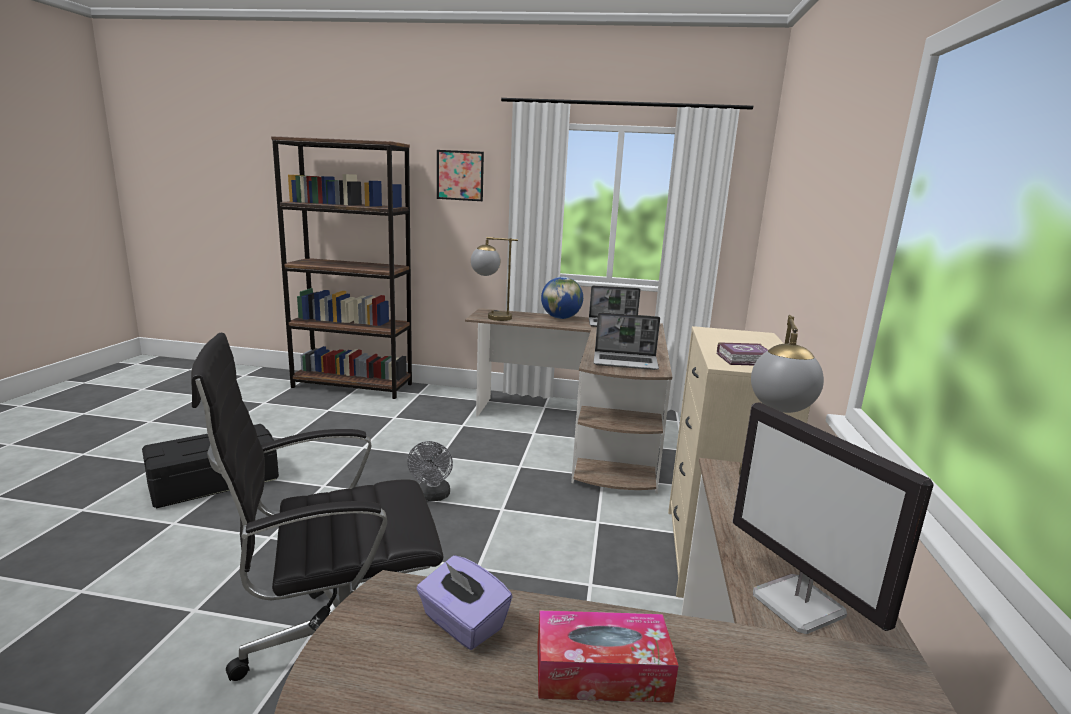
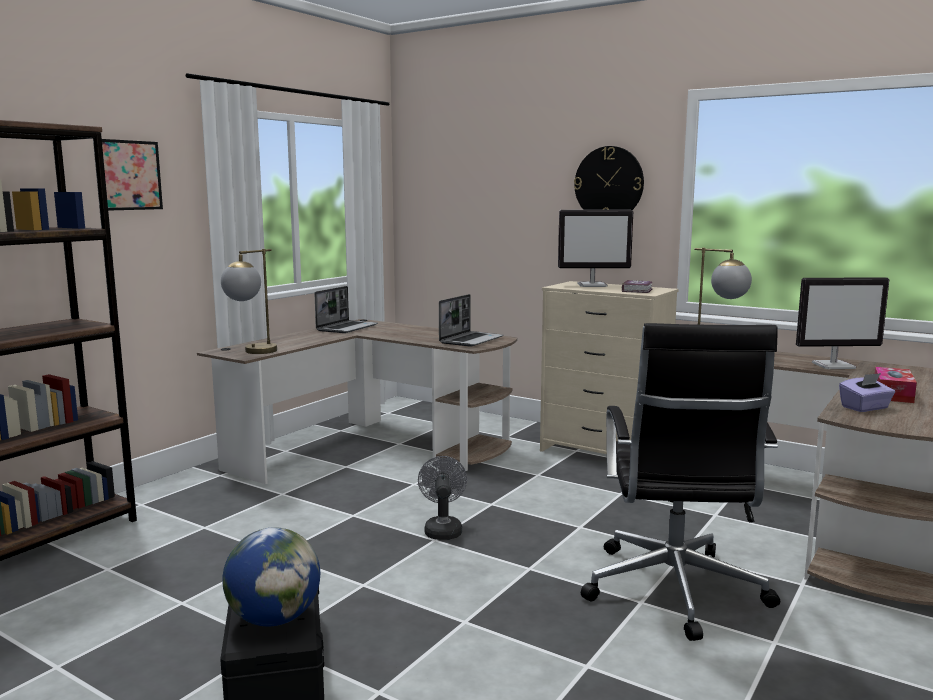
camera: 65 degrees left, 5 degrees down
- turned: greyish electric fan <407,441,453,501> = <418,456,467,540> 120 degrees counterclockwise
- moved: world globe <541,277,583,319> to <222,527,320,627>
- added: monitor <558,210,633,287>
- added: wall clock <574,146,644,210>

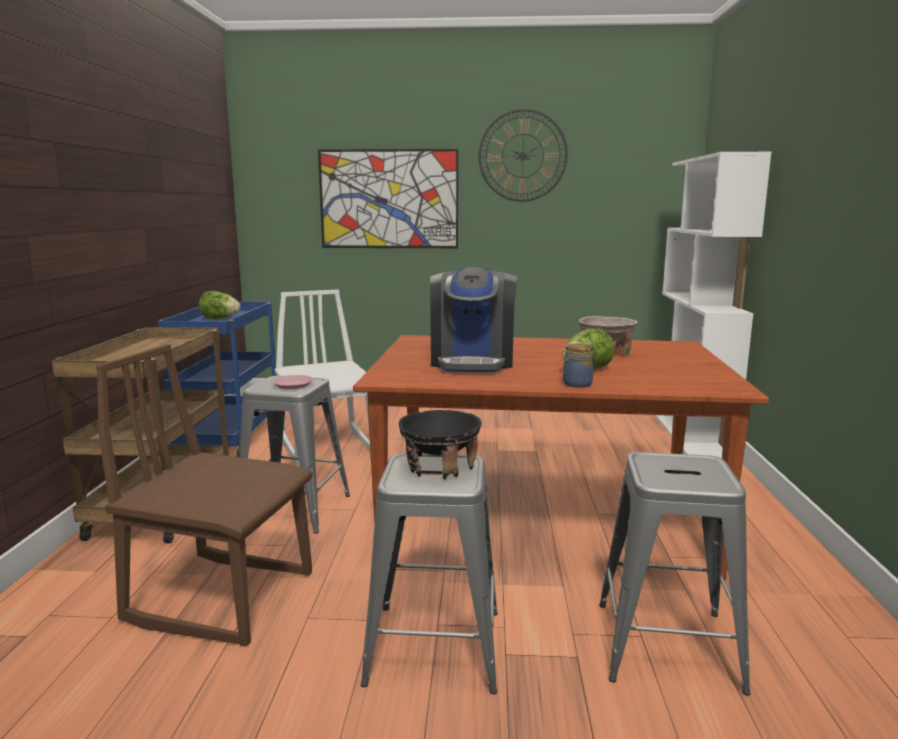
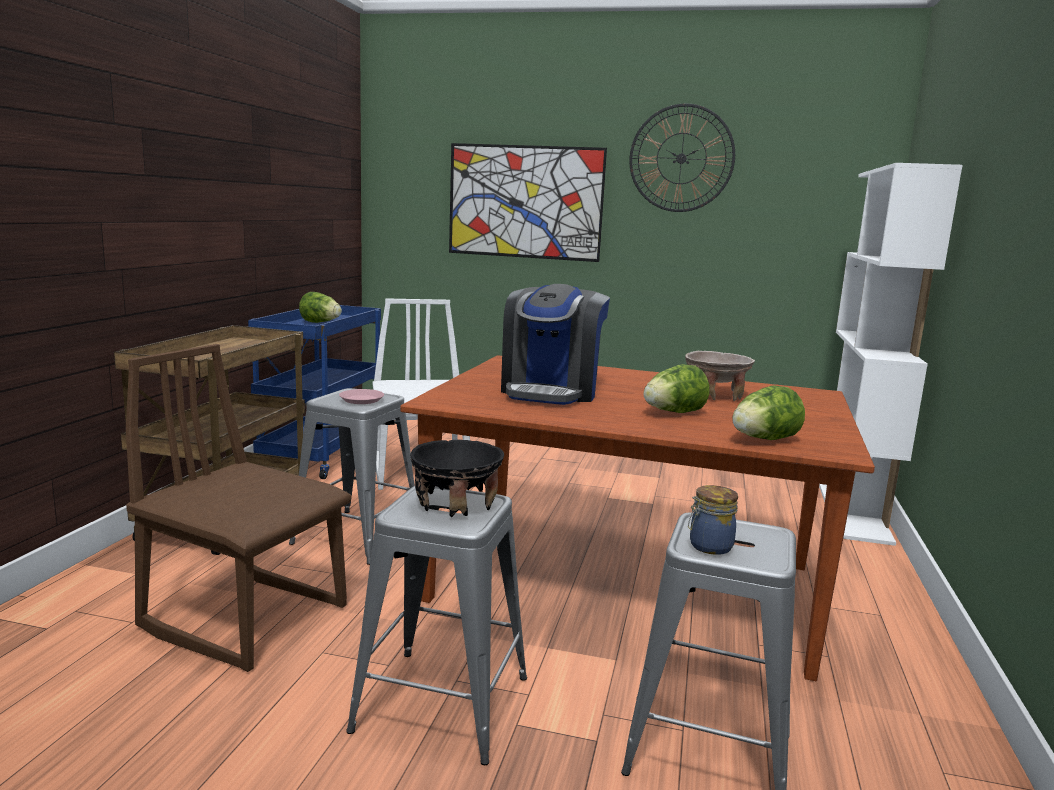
camera: 10 degrees right, 0 degrees up
- moved: storage jar <562,343,593,388> to <688,485,738,555>
- added: lettuce <732,386,805,440>

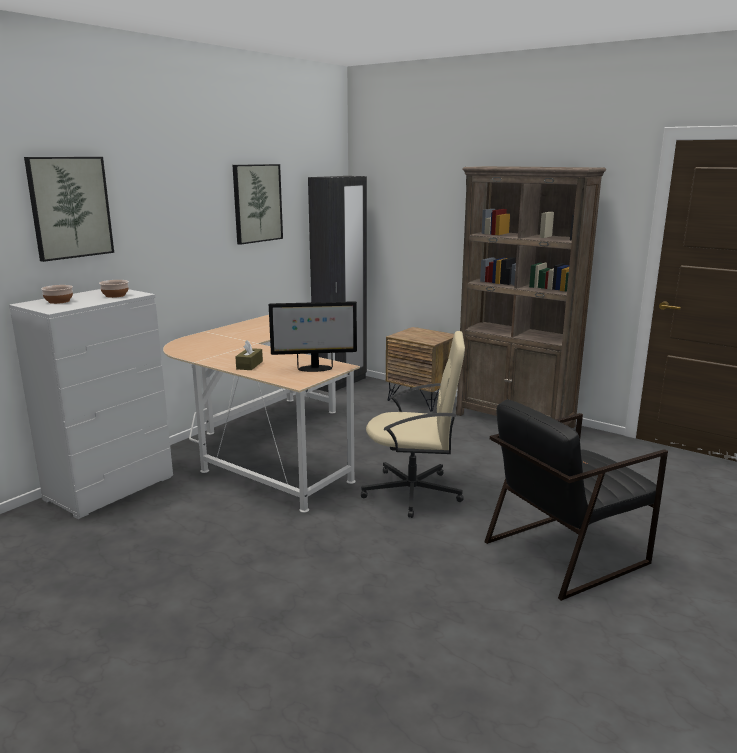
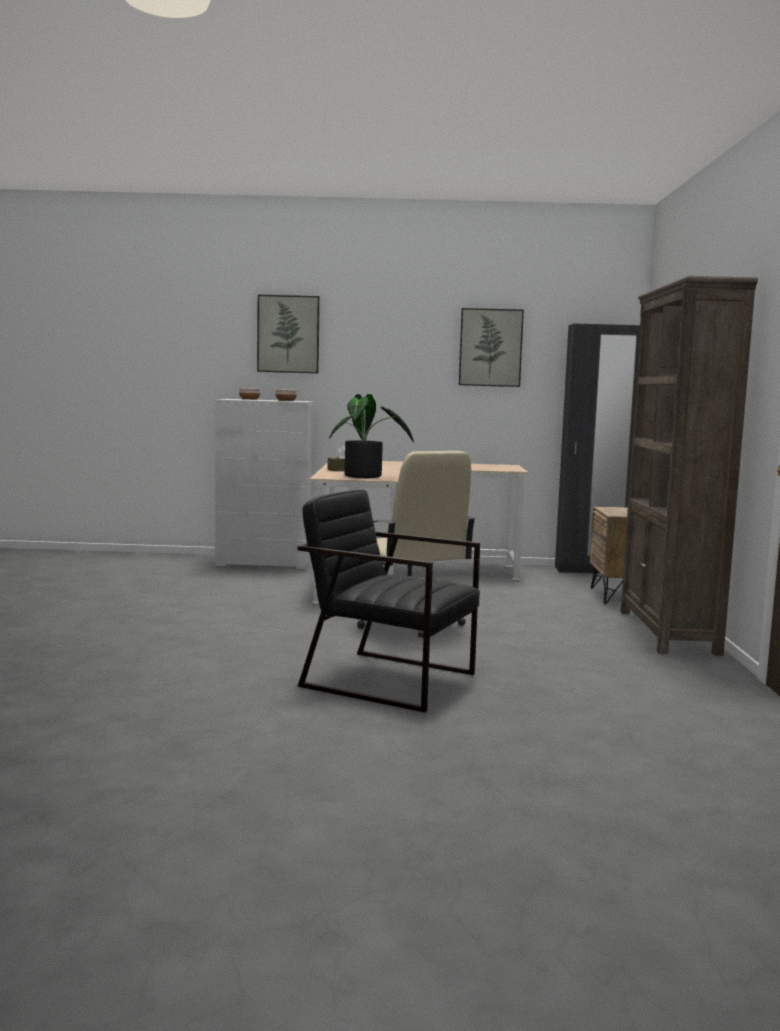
camera: 55 degrees right, 10 degrees down
- replaced: monitor <269,301,357,372> to houseplant <329,394,414,478>

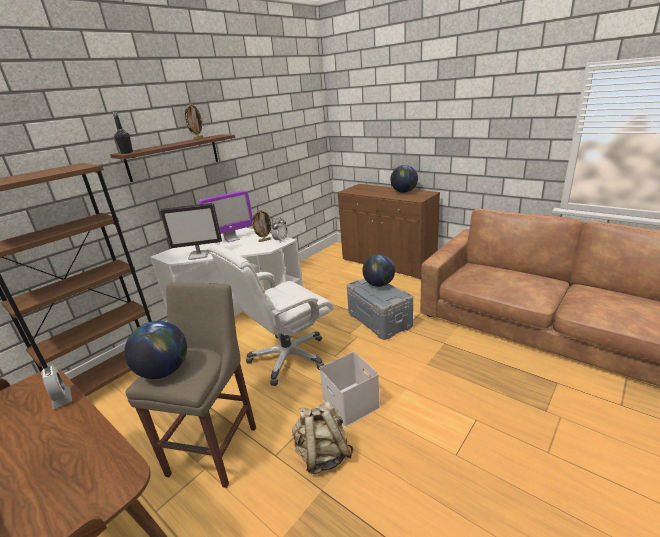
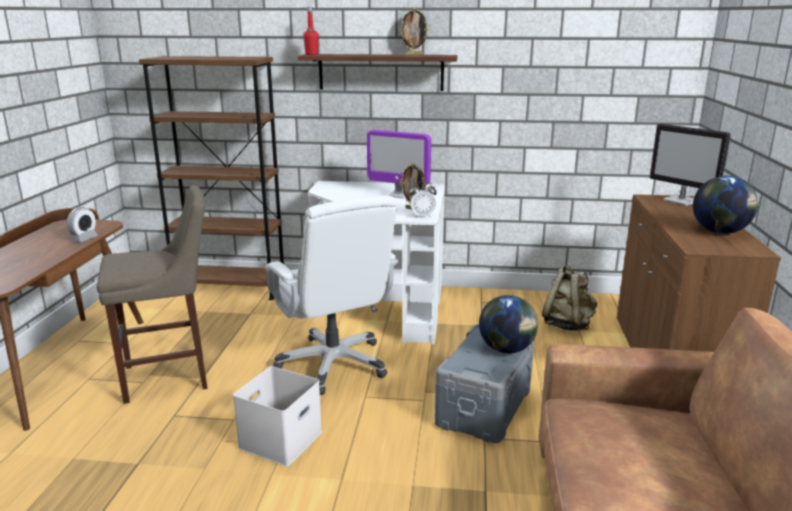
camera: 55 degrees right, 5 degrees down
- recoloured: black-coloured beverage bottle <112,111,133,154> to red-coloured beverage bottle <303,7,319,55>
- removed: world globe <124,321,187,379>
- moved: monitor <160,203,222,260> to <650,124,731,205>
- turned: whitish desk chair <209,244,334,386> = <266,195,399,395> 135 degrees counterclockwise
- moved: beige-coloured knapsack <292,401,354,474> to <542,265,597,331>

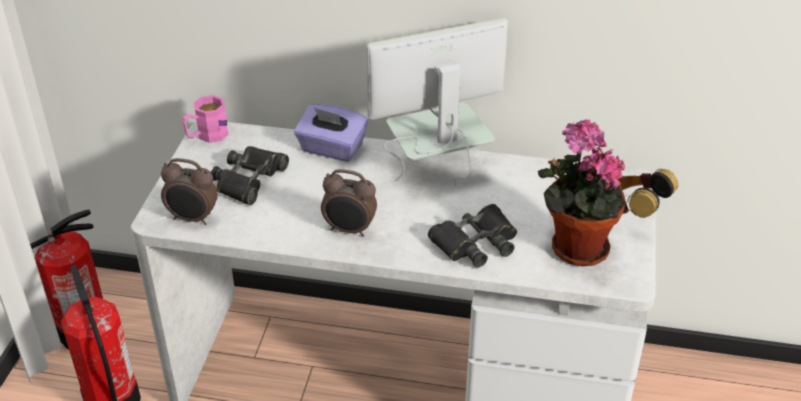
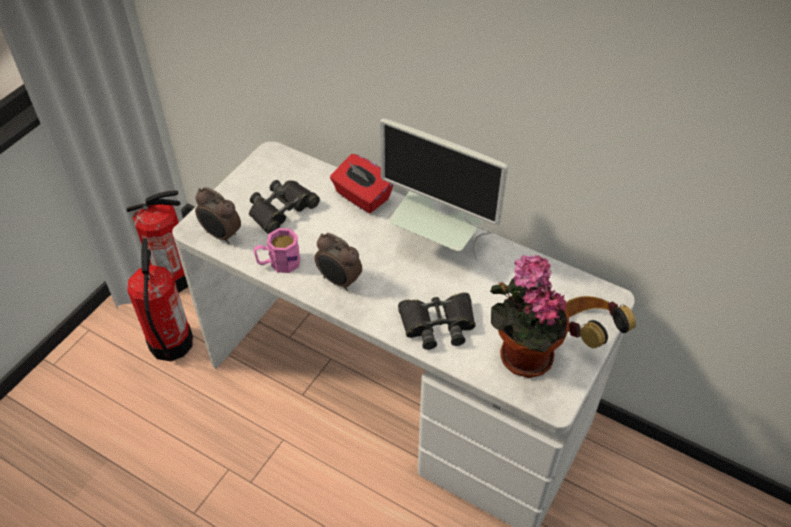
camera: 20 degrees right, 10 degrees up
- moved: pinkish coffee mug <182,95,229,143> to <254,228,301,273>
- recoloured: purple-coloured tissue box <294,104,368,162> to red-coloured tissue box <330,154,394,213>
- turned: monitor <366,18,508,187> = <380,119,508,259> 150 degrees counterclockwise

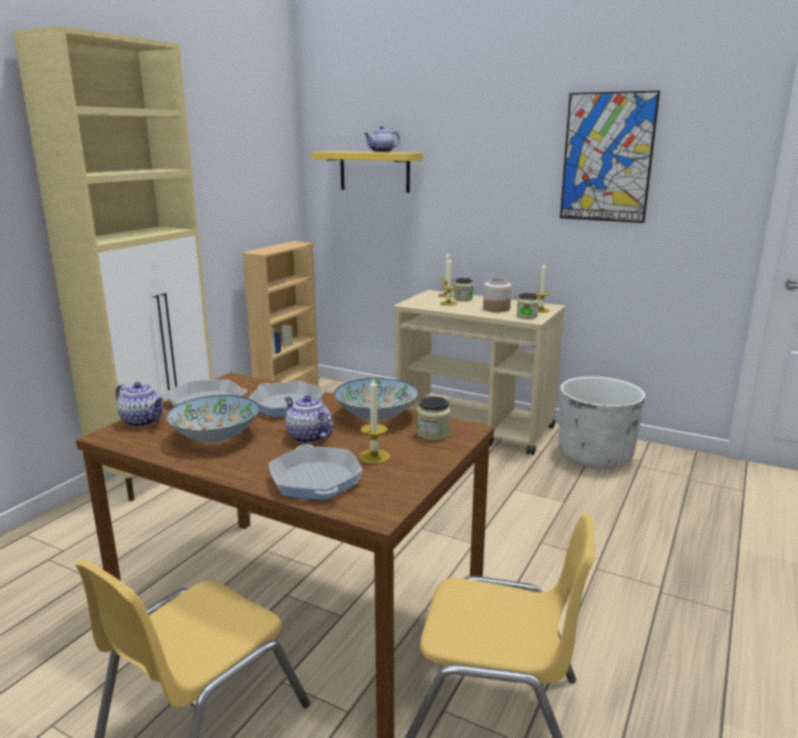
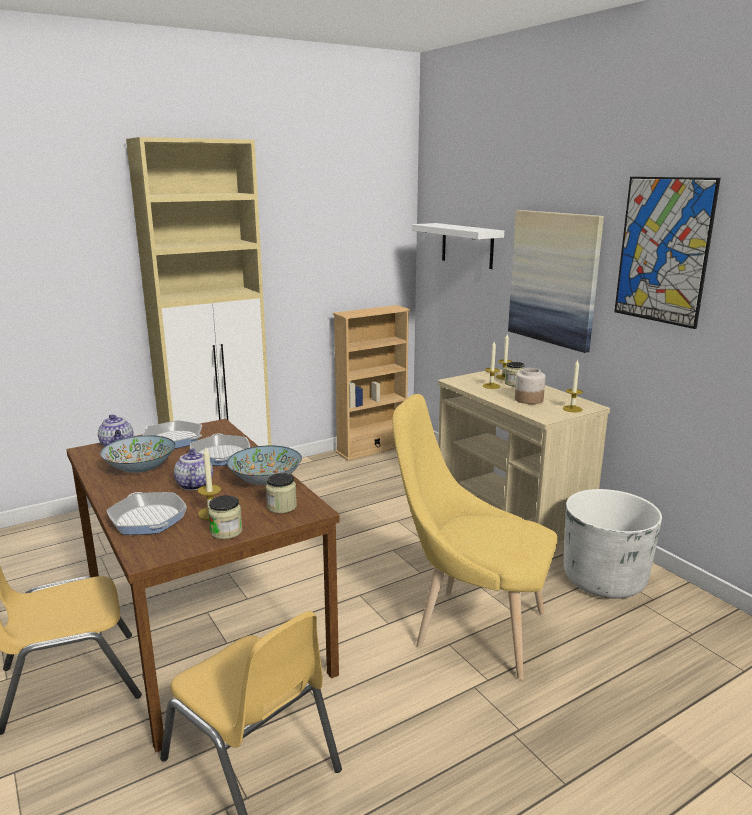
camera: 30 degrees right, 0 degrees up
- turned: skillet <269,444,363,500> = <106,492,187,535> 45 degrees counterclockwise
- recoloured: yellowish wall shelf <312,151,423,193> to whitish wall shelf <412,223,504,269>
- removed: pot for tea <364,126,400,152>
- moved: storage jar <517,293,539,319> to <208,495,242,539>
- added: yellowish chair <392,394,557,679>
- added: wall art <508,210,604,353>

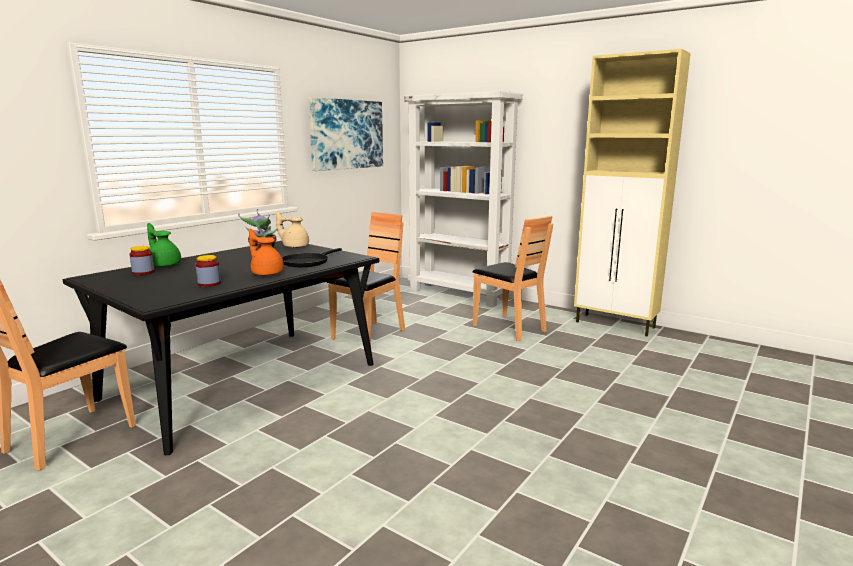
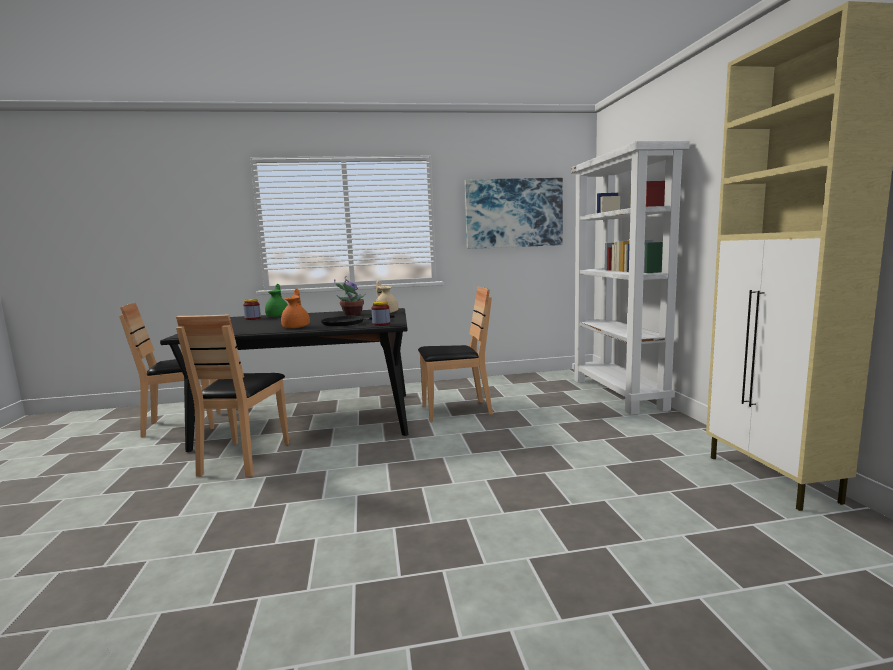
camera: 45 degrees right, 5 degrees down
- moved: storage jar <196,255,221,287> to <372,301,390,326>
- moved: brownish chair <472,216,553,341> to <176,314,289,477>

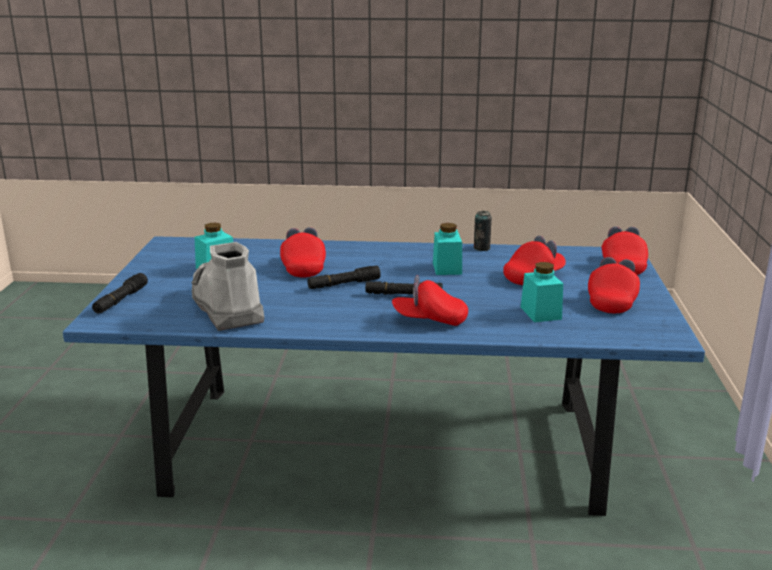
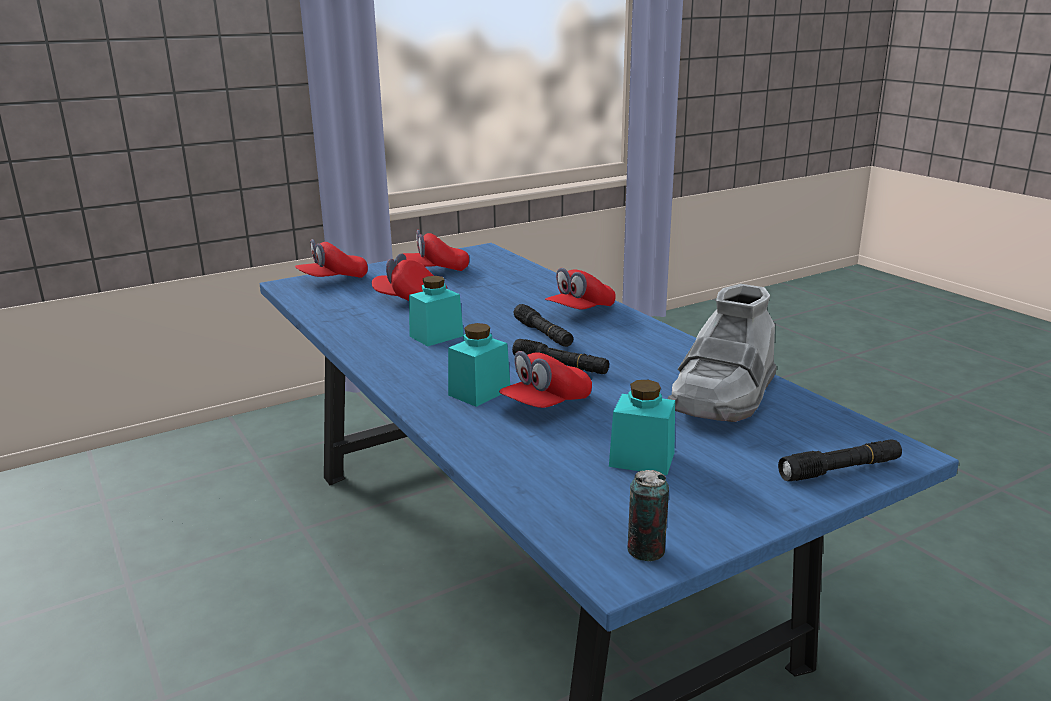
camera: 125 degrees left, 0 degrees up
- turned: red-coloured peaked cap <392,275,468,326> = <545,268,616,309> 75 degrees clockwise
- moved: sealed can <474,211,492,251> to <627,470,669,561>
- moved: turquoise storage jar <521,262,563,322> to <448,323,510,407>

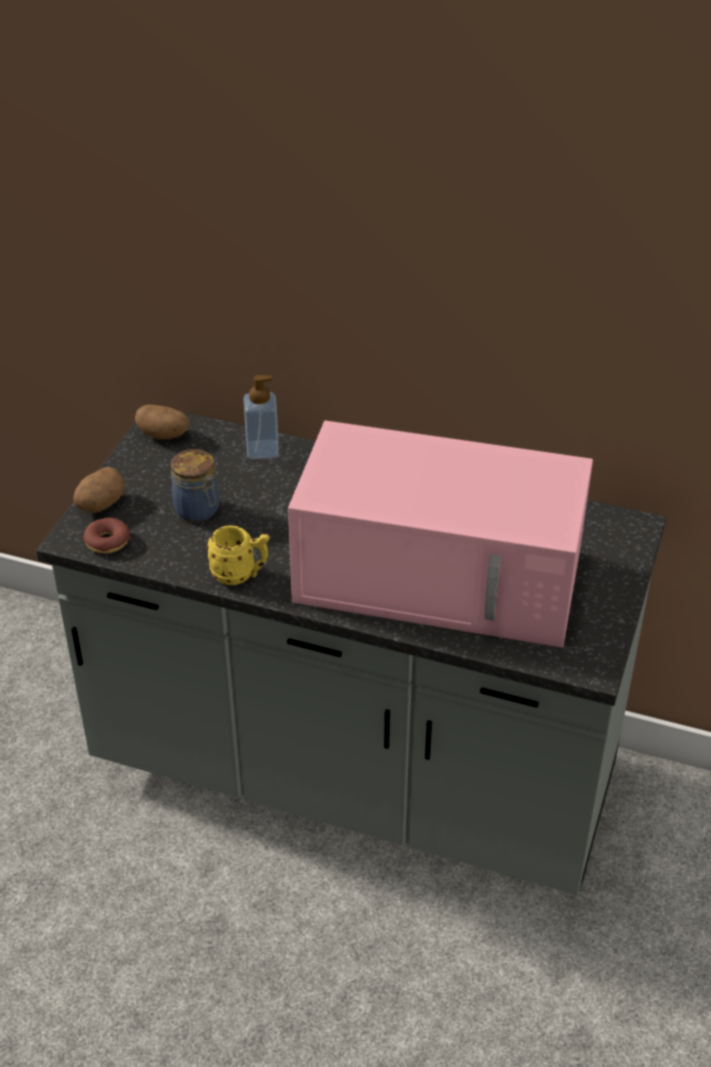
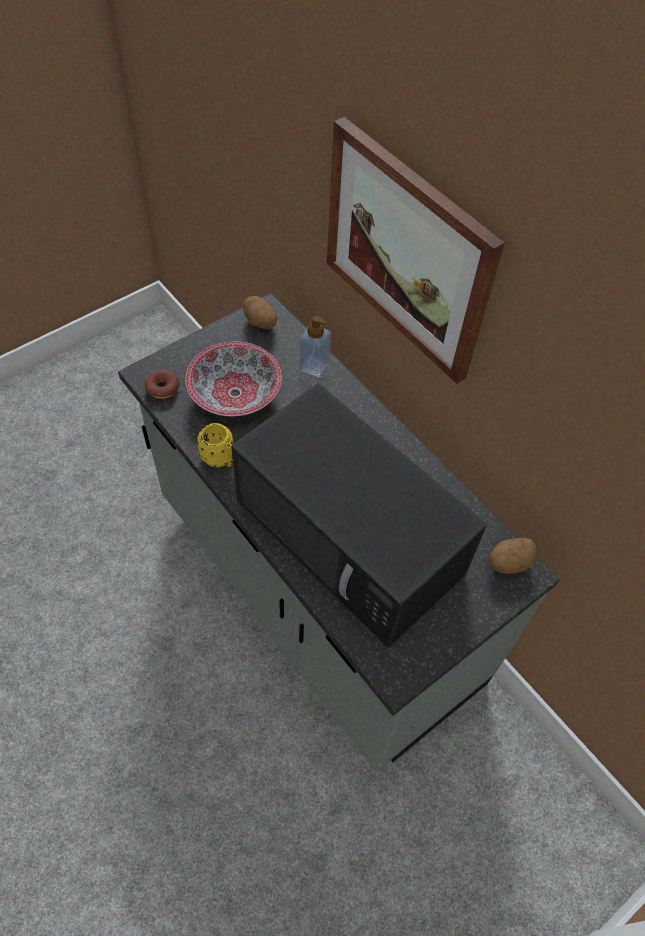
camera: 30 degrees right, 15 degrees up
- moved: potato <73,467,124,513> to <489,538,537,574>
- replaced: storage jar <171,449,219,522> to bowl <185,341,282,416>
- recoloured: pinkish kitchen microwave <288,420,593,647> to black-coloured kitchen microwave <231,383,487,648>
- added: wall art <327,117,505,384>

